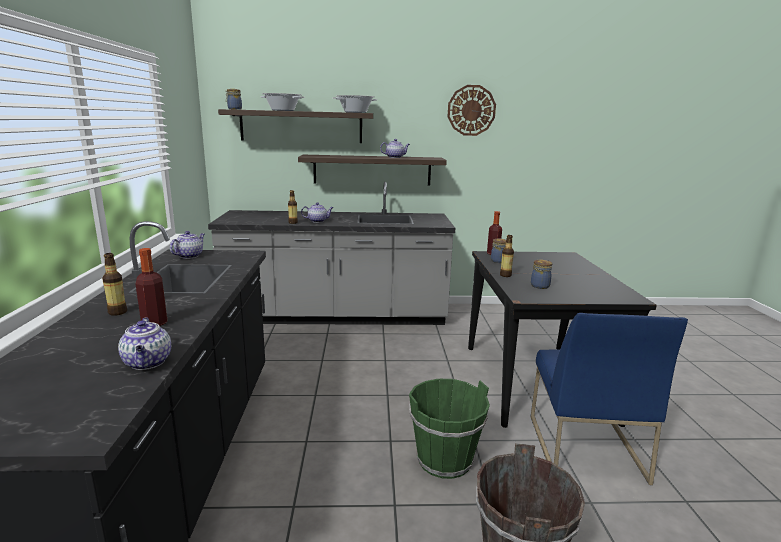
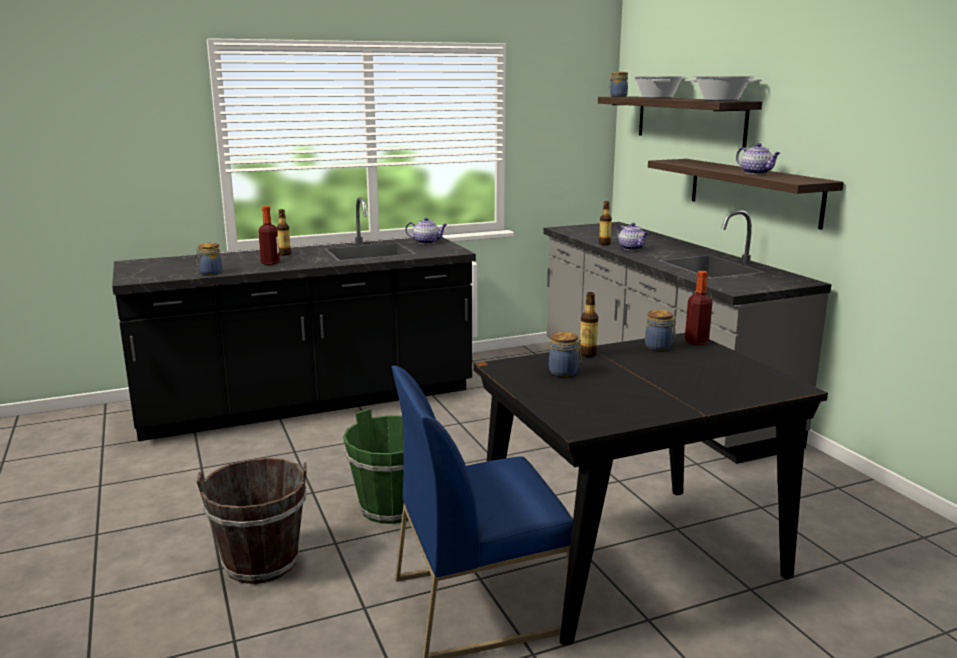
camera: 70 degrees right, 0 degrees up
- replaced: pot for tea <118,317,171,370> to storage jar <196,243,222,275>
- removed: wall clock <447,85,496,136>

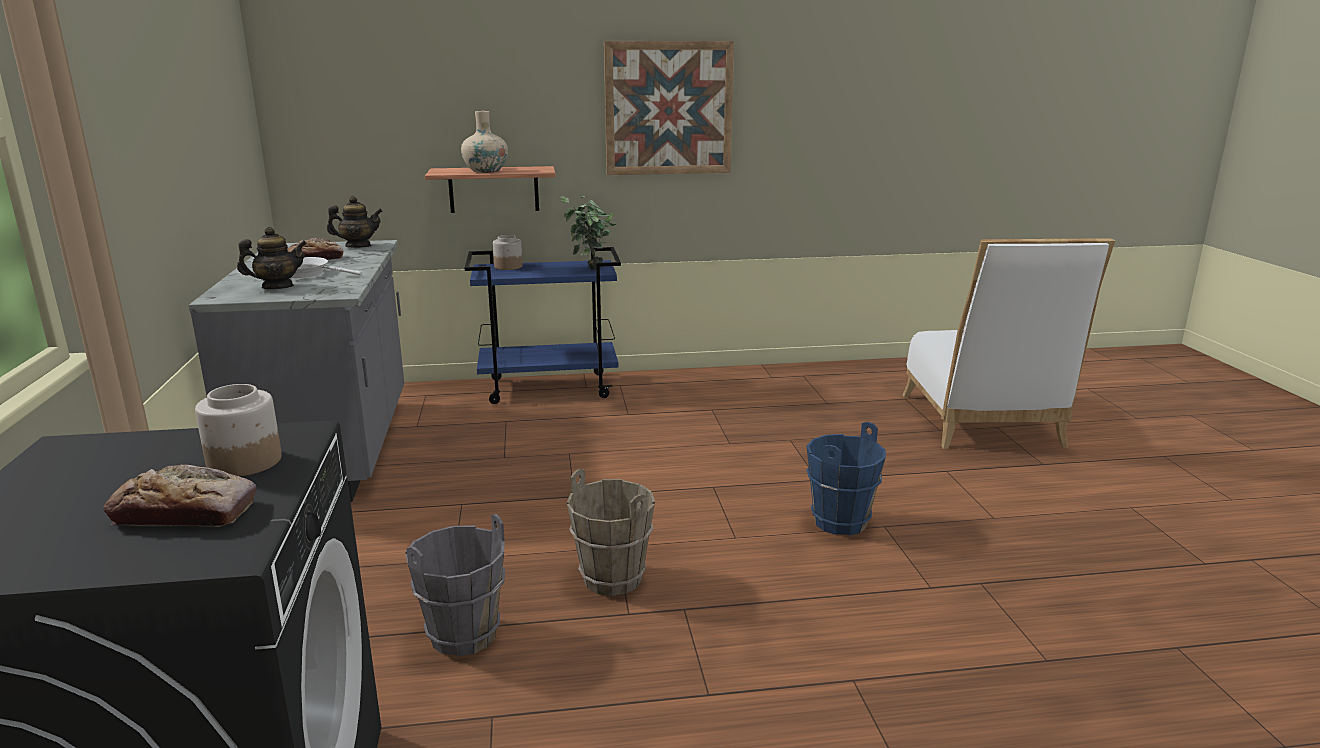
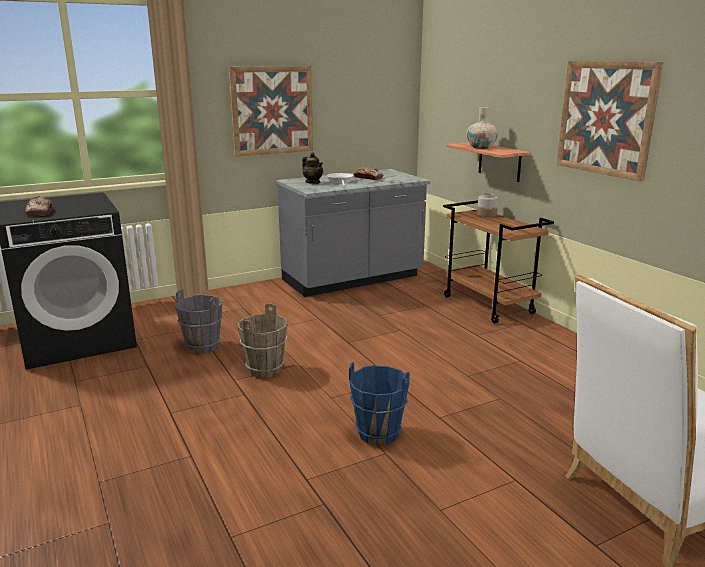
camera: 70 degrees right, 0 degrees up
- removed: storage jar <195,384,282,476>
- removed: pot for tea <327,196,383,248>
- recoloured: bluish wheeled cart <465,247,621,404> to brownish wheeled cart <443,200,554,323>
- removed: houseplant <560,196,617,270>
- added: wall art <229,66,313,157>

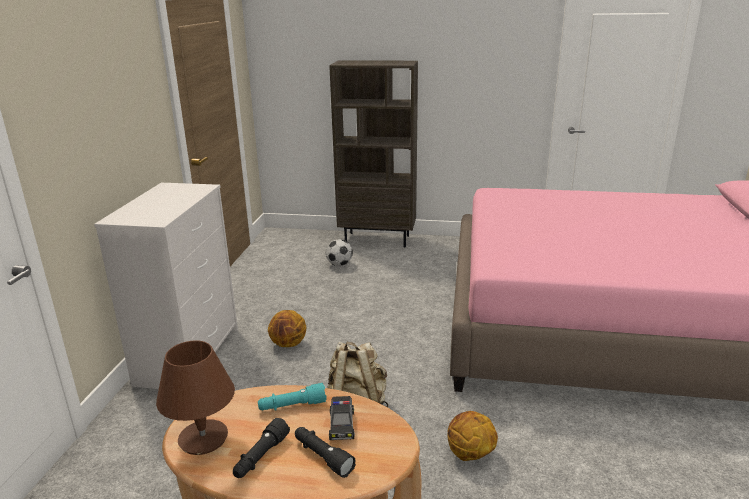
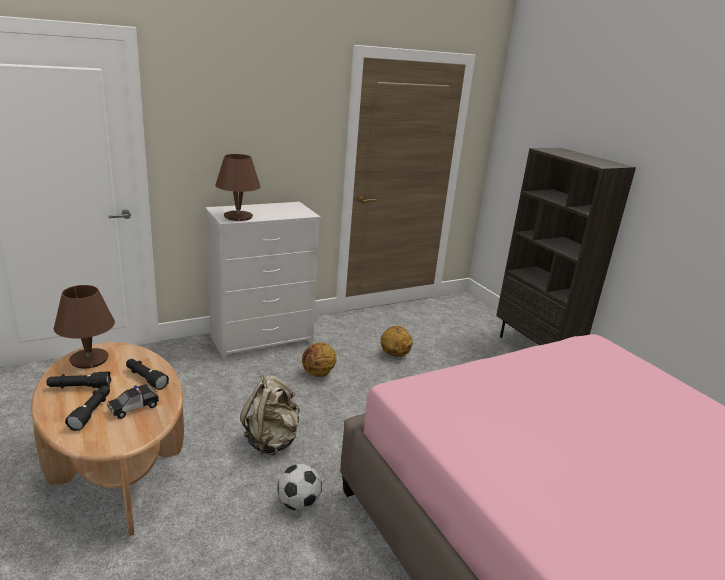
camera: 50 degrees right, 0 degrees up
- recoloured: turquoise hand torch <258,383,327,411> to black-coloured hand torch <126,359,169,390>
- moved: football ball <326,239,353,266> to <278,464,322,511>
- moved: ball for basketball <447,411,498,461> to <380,326,413,357>
- added: brownish table lamp <215,154,261,221>

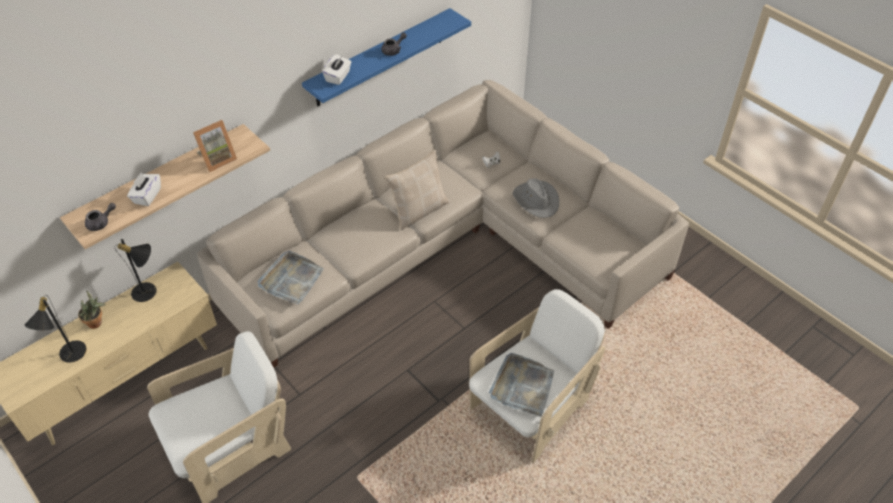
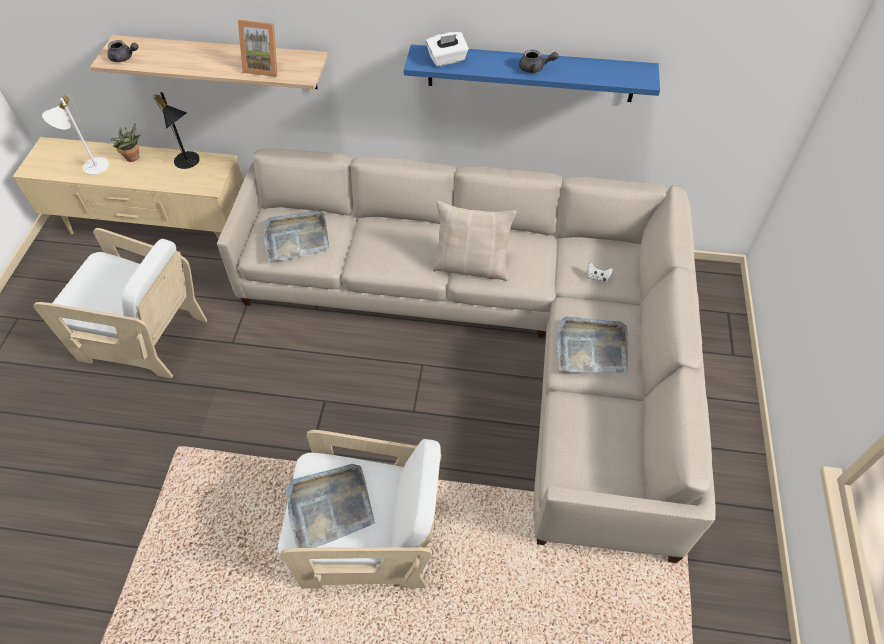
camera: 50 degrees right, 5 degrees up
- recoloured: black-coloured table lamp <25,295,87,363> to whitish table lamp <42,96,109,175>
- removed: whitish tissue box <127,173,161,206>
- replaced: greyish wearable hat <513,178,559,218> to greyish carrying tray <557,317,628,373>

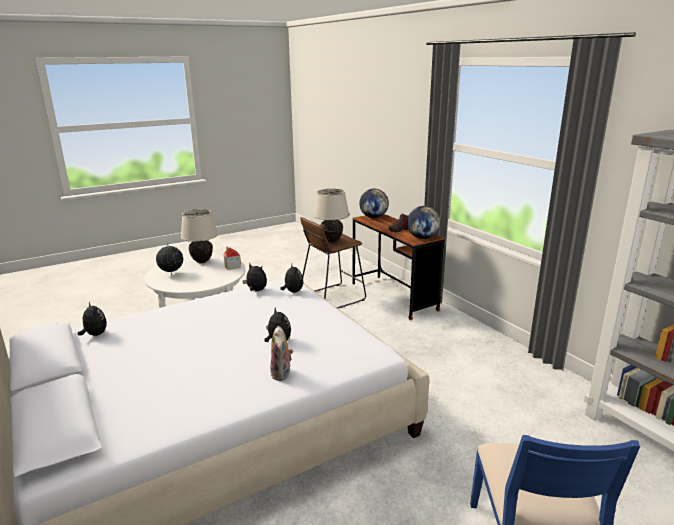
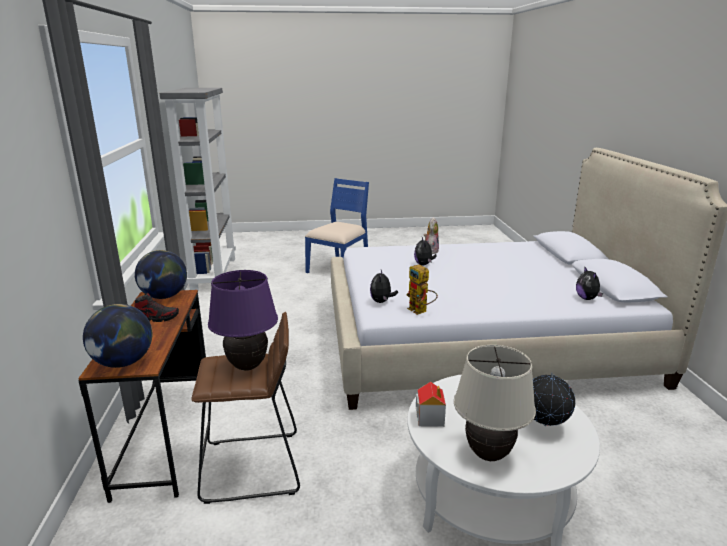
camera: 155 degrees left, 0 degrees up
- replaced: cuddly toy <243,263,267,291> to toy robot <406,264,438,315>
- recoloured: beige-coloured table lamp <313,189,349,243> to purple-coloured table lamp <208,270,278,371>

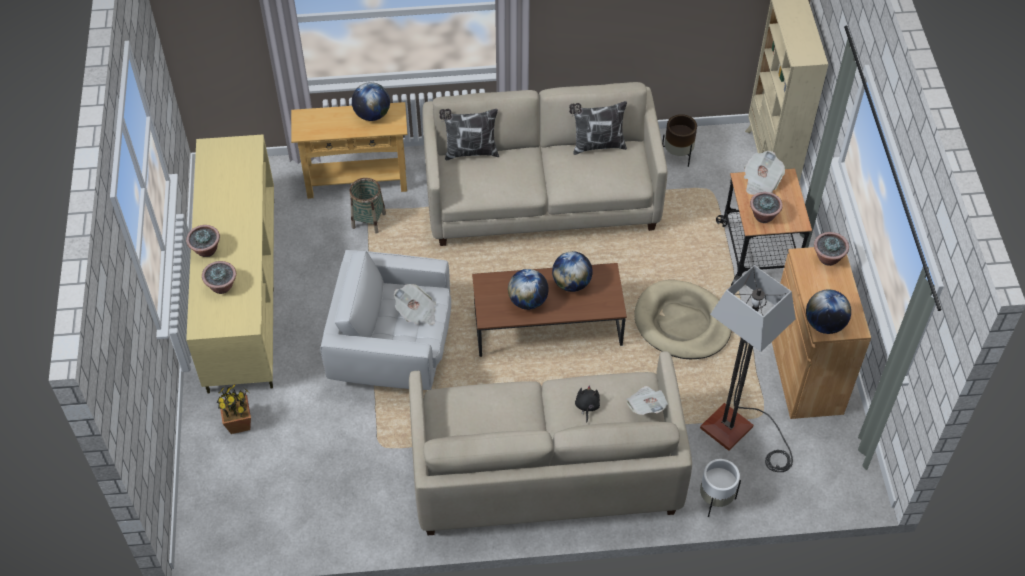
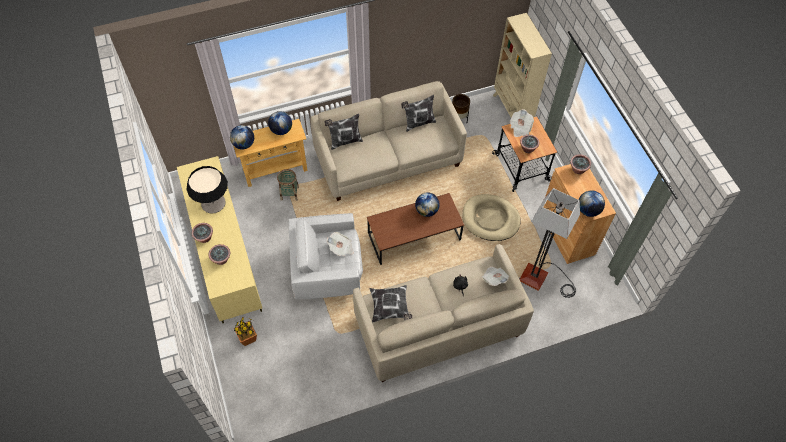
camera: 15 degrees left, 5 degrees up
- moved: world globe <508,269,549,310> to <230,125,254,149>
- removed: whitish plant pot <700,459,741,517>
- added: table lamp <187,166,228,214>
- added: pillow <369,285,412,322>

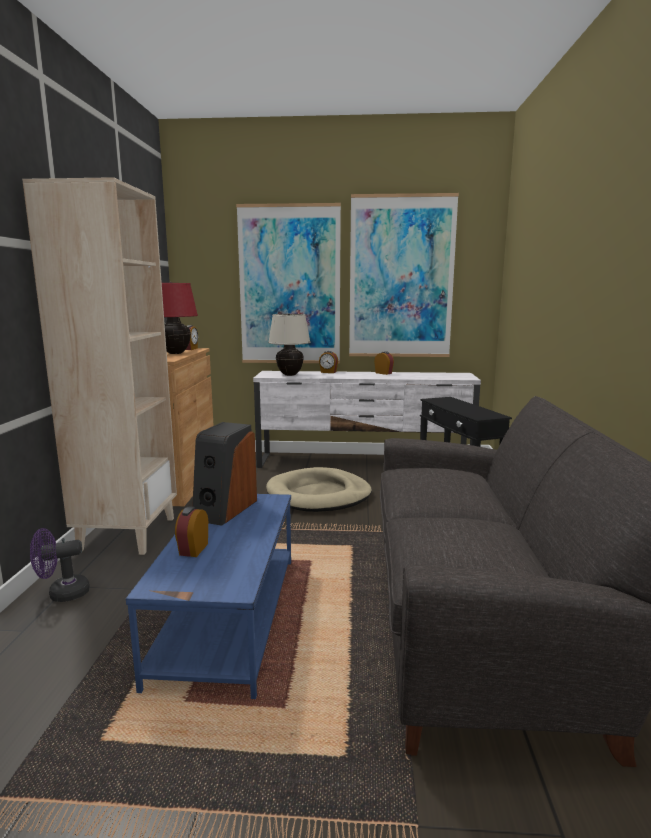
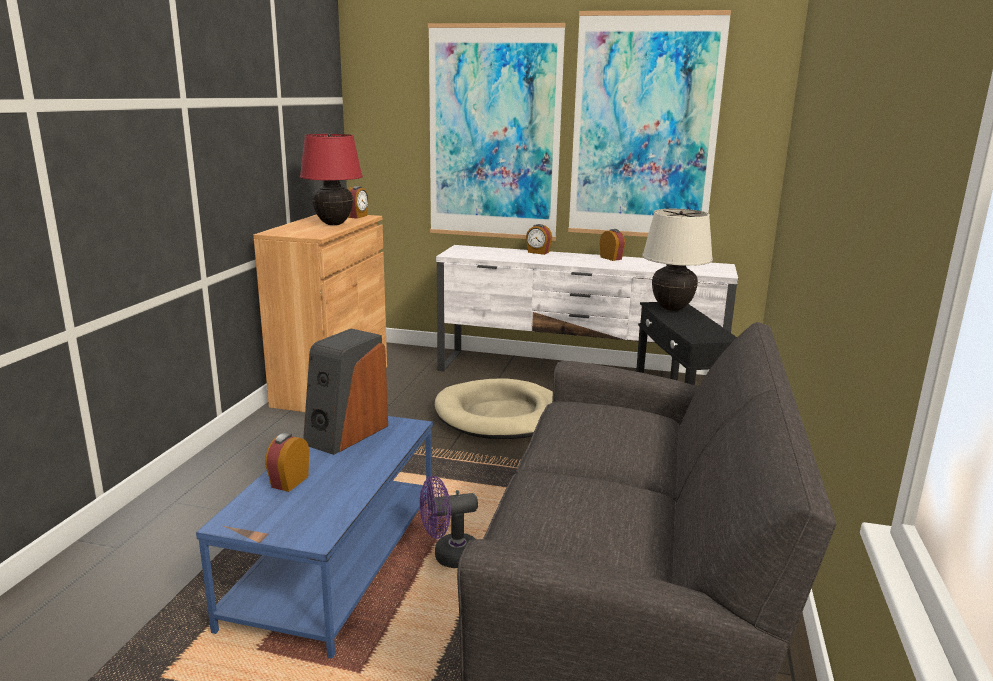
camera: 10 degrees right, 5 degrees up
- removed: beige-coloured bookshelf <22,177,177,555>
- moved: purple-coloured electric fan <30,528,90,602> to <420,476,478,568>
- moved: beige-coloured table lamp <268,313,311,376> to <642,209,713,311>

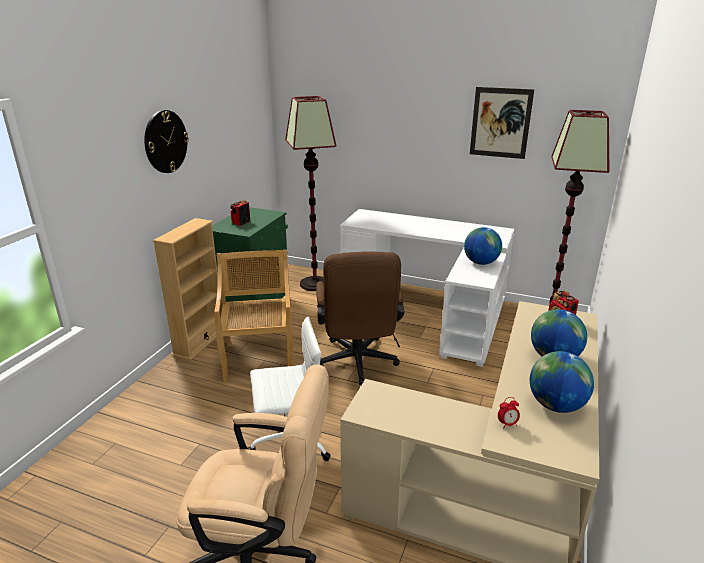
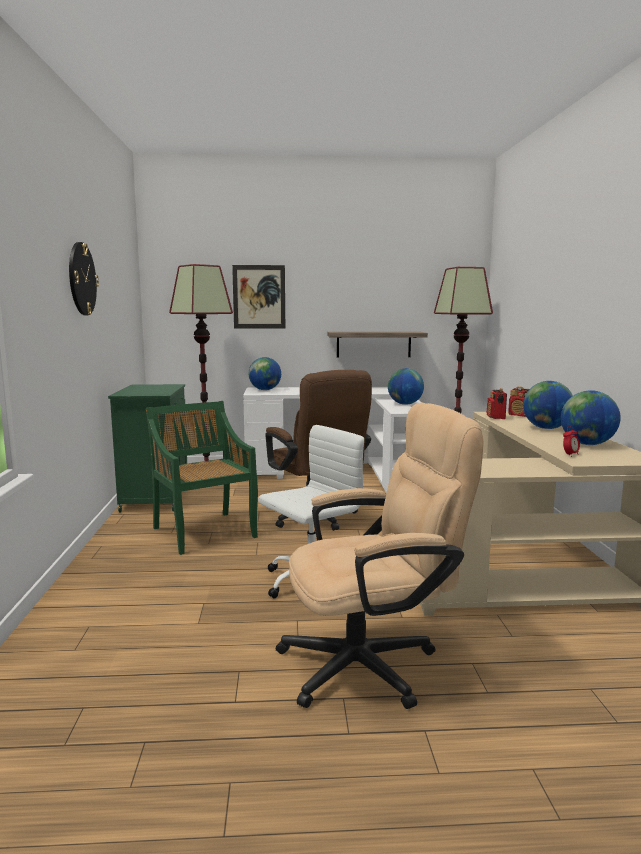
camera: 25 degrees left, 15 degrees down
- removed: beige-coloured bookshelf <153,218,218,360>
- recoloured: beige-coloured chair <214,250,293,382> to green-coloured chair <146,401,258,555>
- moved: radio <230,201,250,226> to <487,388,507,419>
- moved: wall art <470,87,534,159> to <232,265,285,329>
- added: world globe <249,357,281,390>
- added: wall shelf <327,332,428,357>

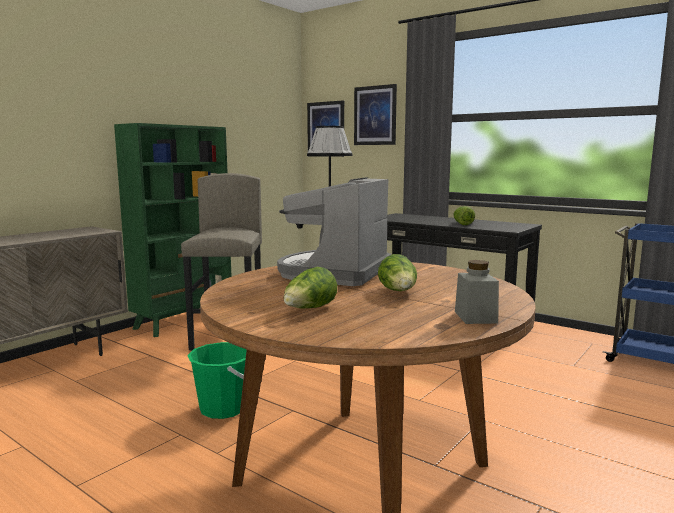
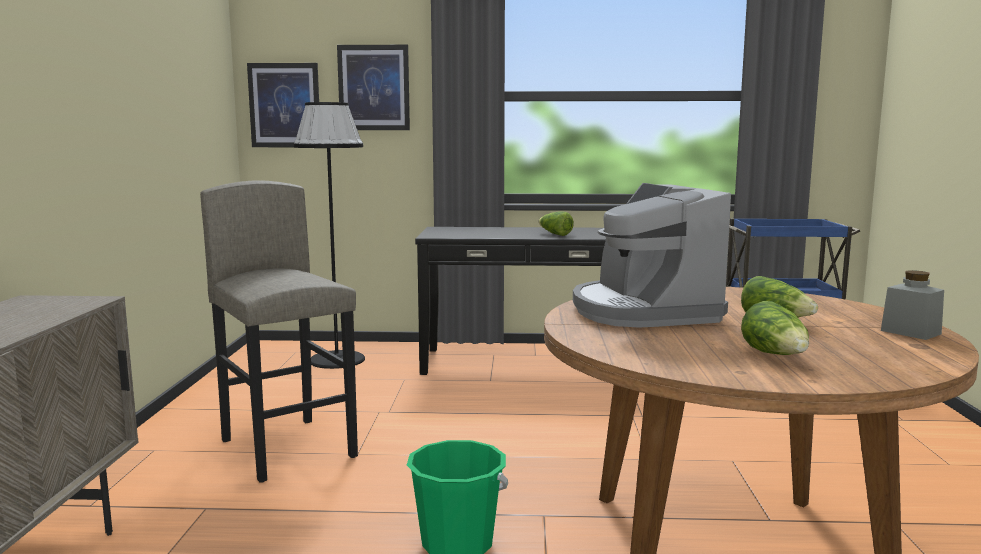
camera: 35 degrees left, 0 degrees up
- removed: green-coloured bookshelf <114,123,232,337>

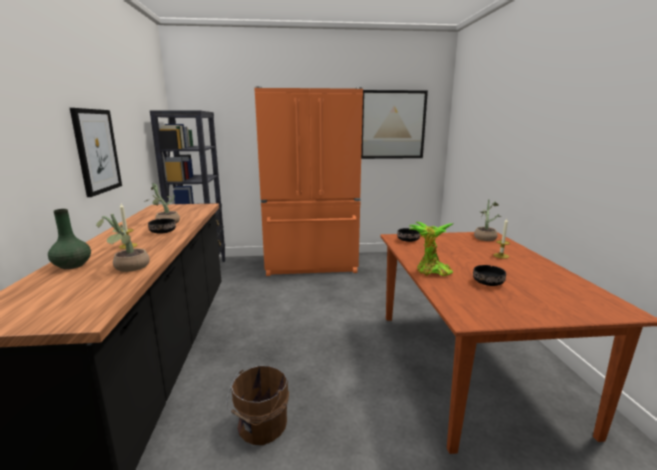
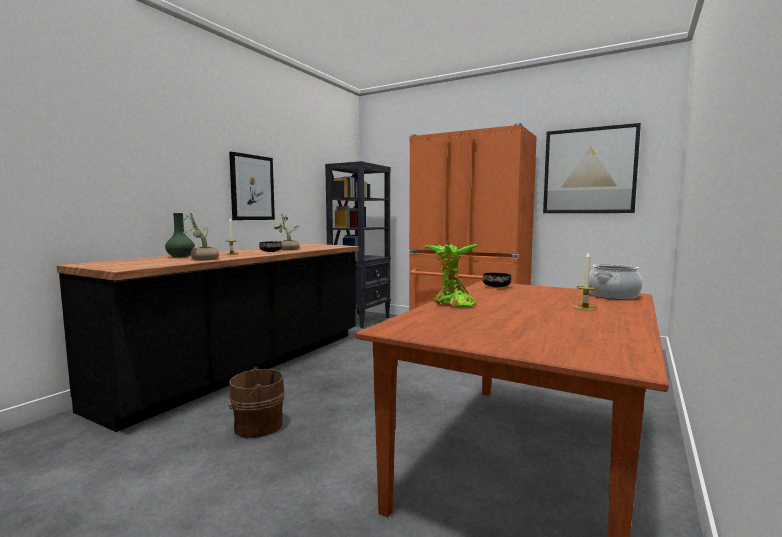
camera: 35 degrees right, 10 degrees down
- removed: black-coloured bowl <473,265,506,286>
- replaced: houseplant <474,199,502,241> to cooking pot <589,264,643,300>

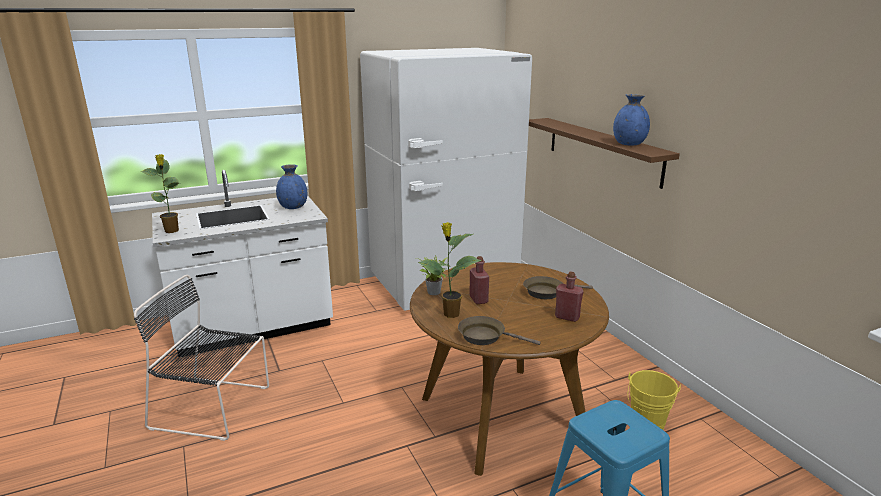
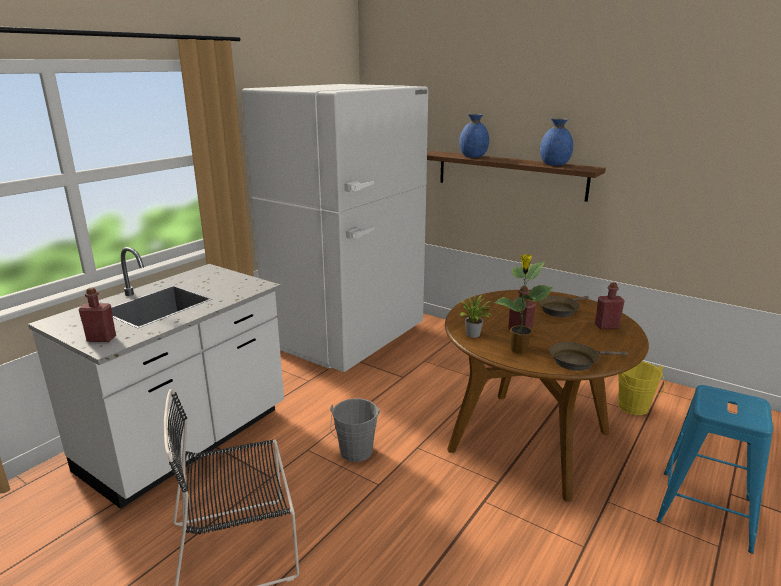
camera: 30 degrees left, 0 degrees up
- replaced: houseplant <141,154,179,233> to red-coloured beverage bottle <79,288,116,342>
- moved: bluish vase <276,164,308,209> to <459,114,489,158>
- added: greyish pail <330,398,380,462>

